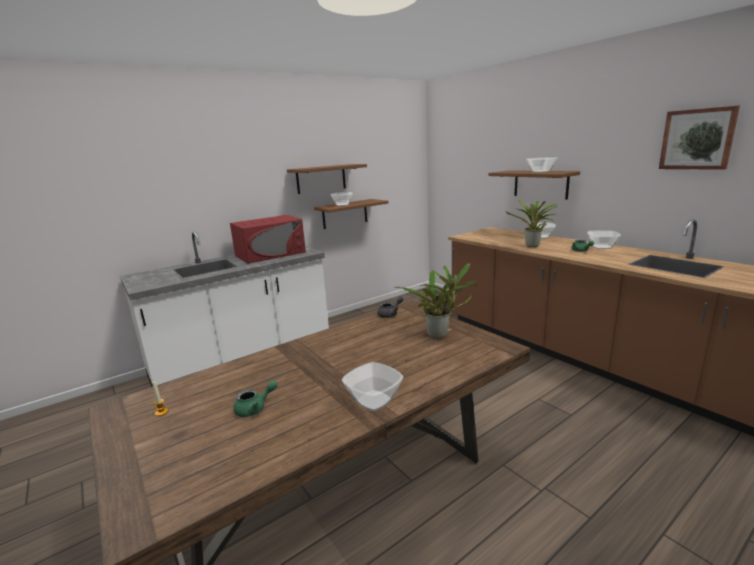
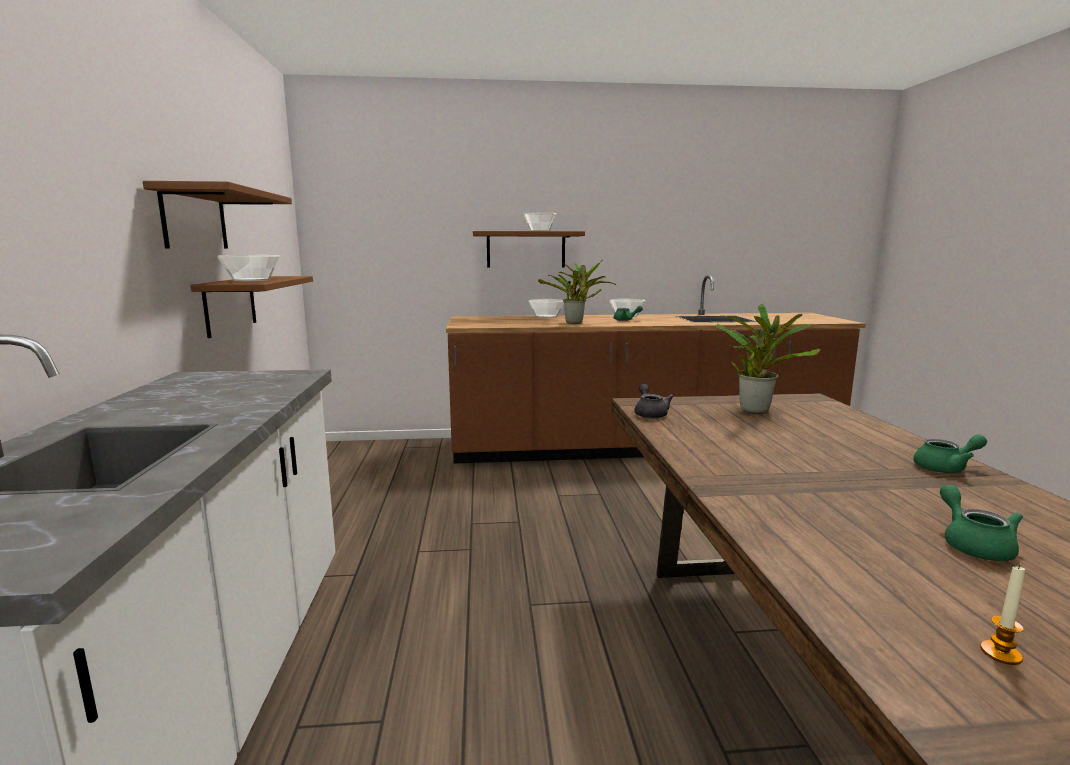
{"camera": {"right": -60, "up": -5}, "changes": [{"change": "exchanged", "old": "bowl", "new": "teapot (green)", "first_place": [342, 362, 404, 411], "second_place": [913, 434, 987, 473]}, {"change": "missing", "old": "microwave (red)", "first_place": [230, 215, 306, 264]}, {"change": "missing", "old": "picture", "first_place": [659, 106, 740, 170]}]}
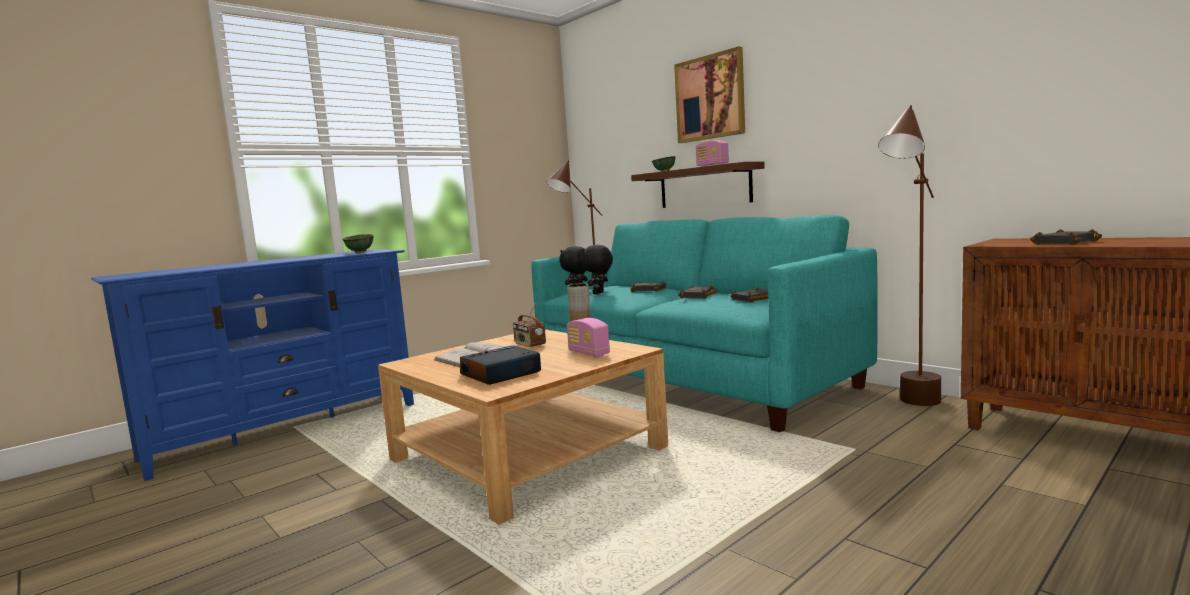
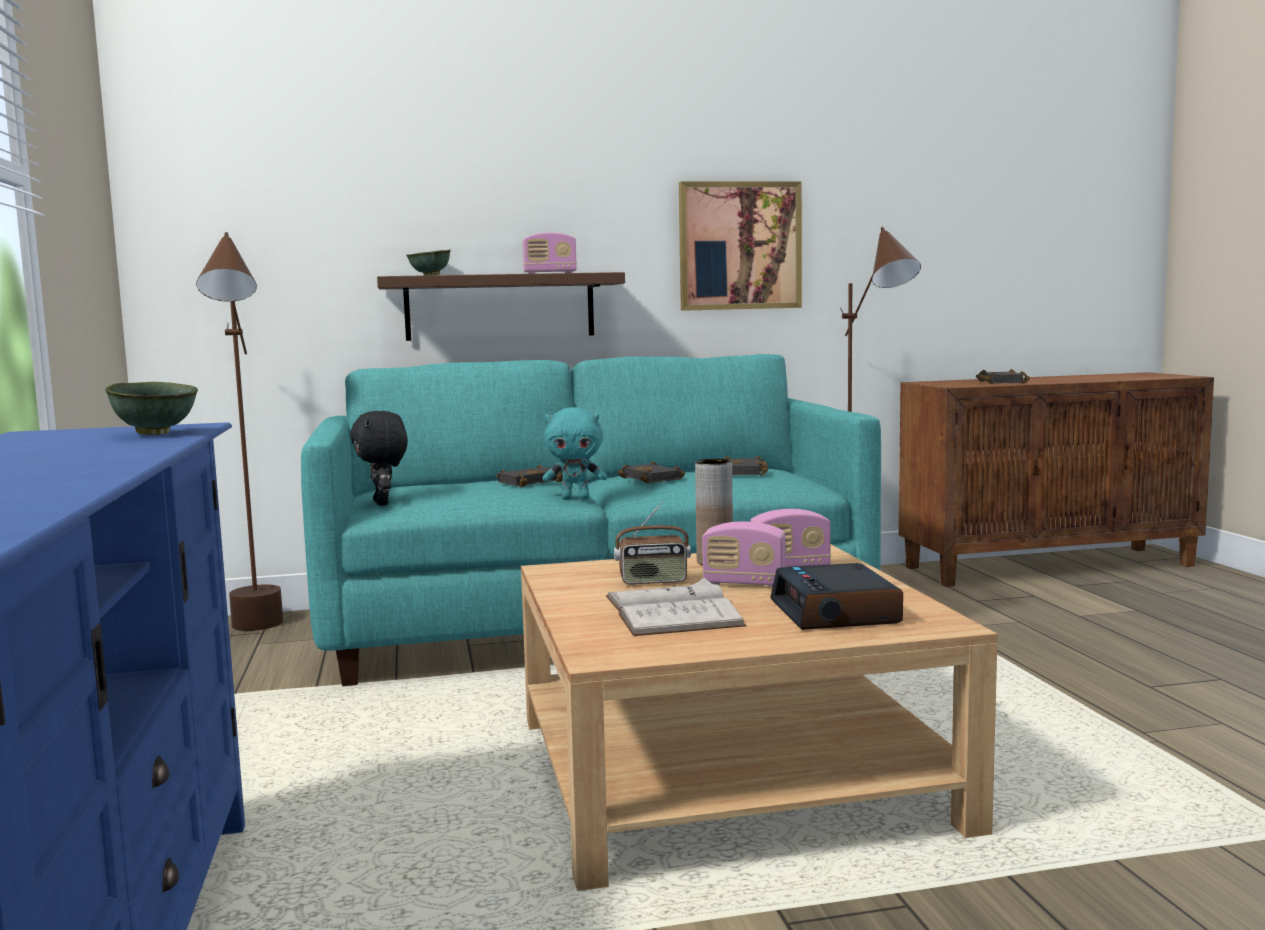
{"camera": {"right": -60, "up": 0}, "changes": [{"change": "appeared", "new": "plush toy (turquoise)", "second_place": [543, 407, 607, 500]}, {"change": "relocated", "old": "picture", "first_place": [674, 46, 745, 143], "second_place": [679, 181, 802, 311]}, {"change": "appeared", "new": "radio", "second_place": [702, 521, 786, 587]}, {"change": "missing", "old": "plush toy (black)", "first_place": [581, 245, 613, 294]}]}
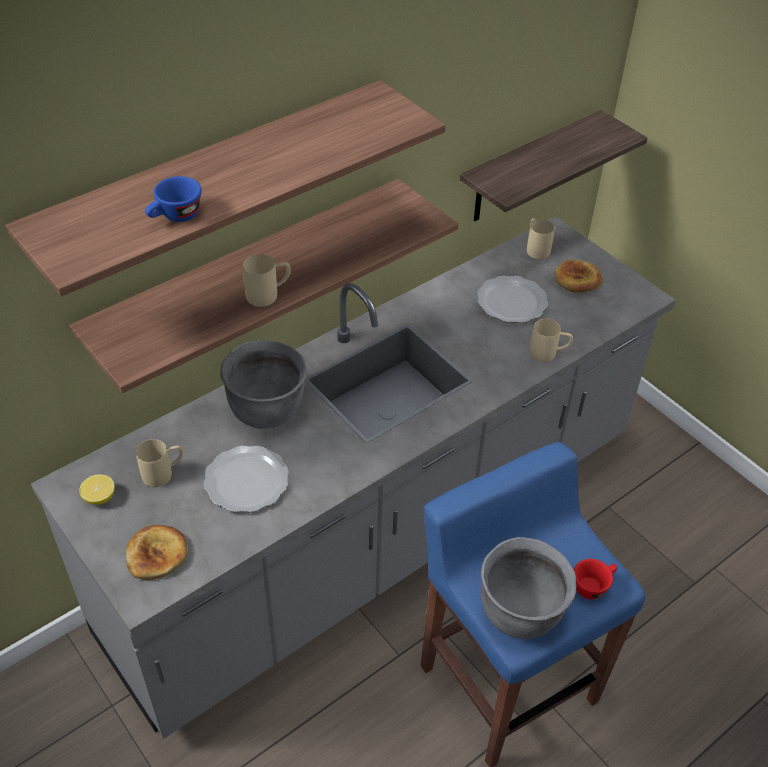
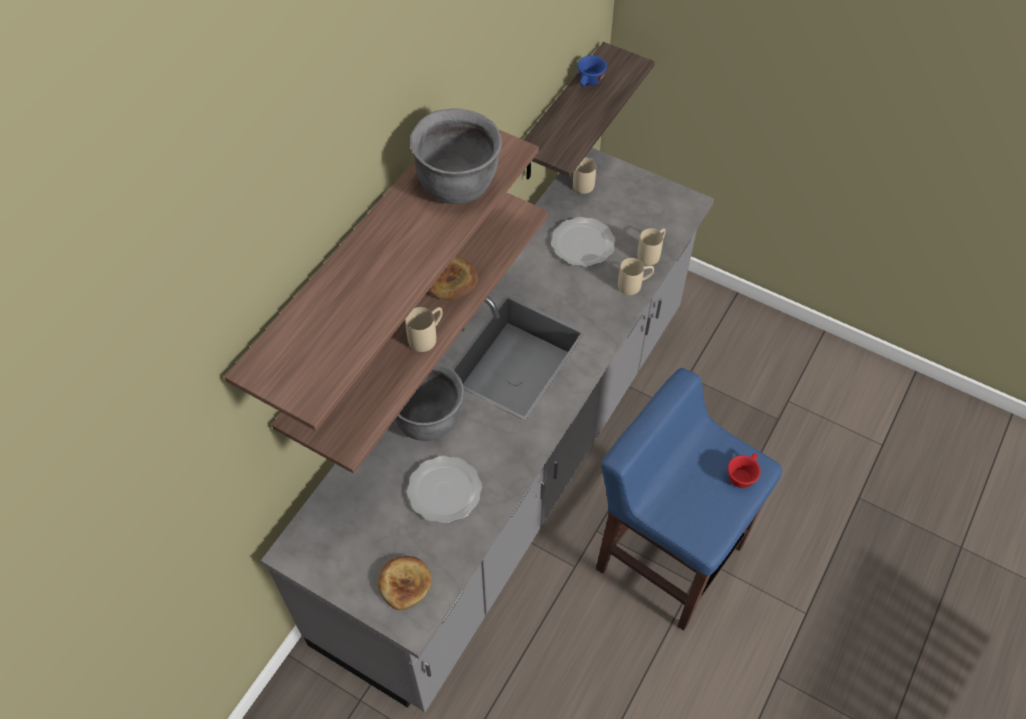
{"camera": {"right": -20, "up": 10}, "changes": [{"change": "relocated", "old": "cooking pot (grey)", "first_place": [481, 537, 576, 639], "second_place": [410, 108, 502, 204]}, {"change": "relocated", "old": "bread", "first_place": [555, 260, 603, 292], "second_place": [428, 257, 478, 300]}, {"change": "relocated", "old": "cup (blue)", "first_place": [145, 176, 201, 222], "second_place": [577, 55, 607, 87]}, {"change": "relocated", "old": "mug (beige)", "first_place": [136, 439, 183, 487], "second_place": [637, 228, 666, 265]}, {"change": "missing", "old": "lemon", "first_place": [79, 474, 115, 505]}]}
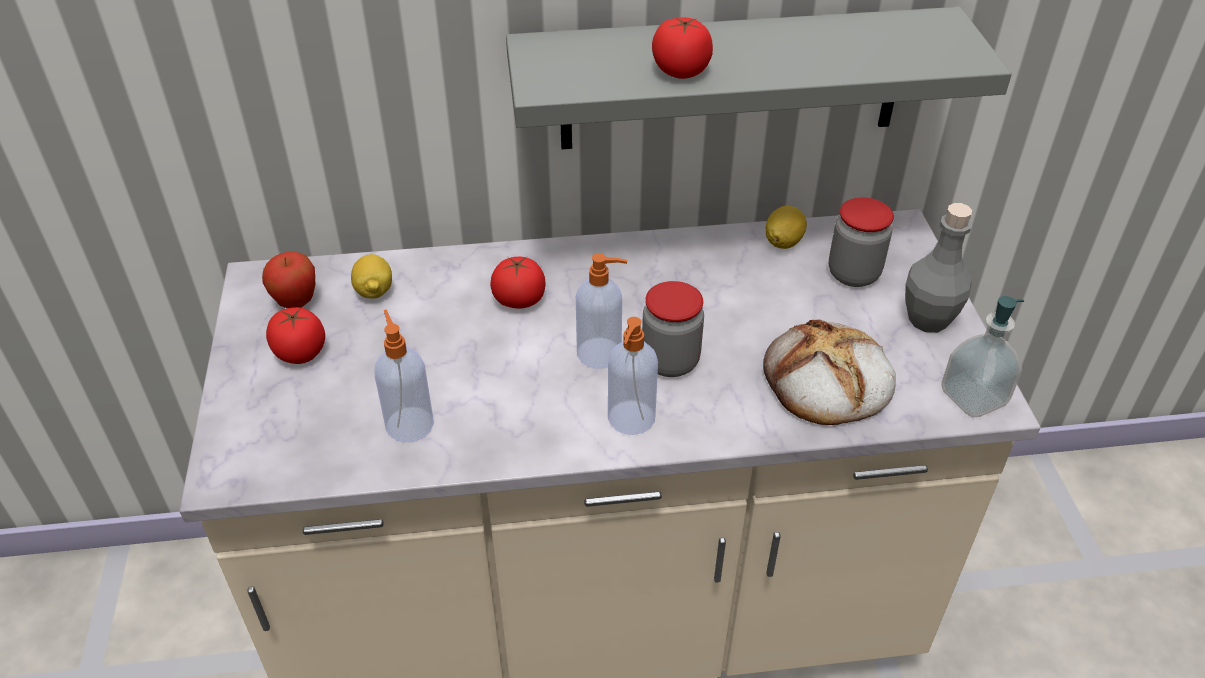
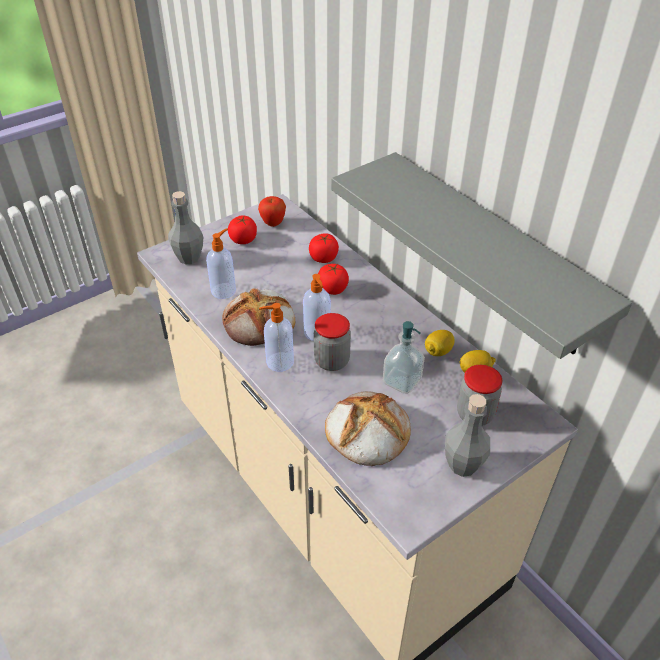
{"camera": {"right": 60, "up": 0}, "changes": [{"change": "appeared", "new": "bottle (grey)", "second_place": [168, 191, 203, 264]}, {"change": "appeared", "new": "bread", "second_place": [223, 288, 295, 346]}, {"change": "relocated", "old": "tomato", "first_place": [652, 17, 713, 79], "second_place": [309, 233, 339, 263]}, {"change": "relocated", "old": "soap dispenser", "first_place": [941, 296, 1024, 417], "second_place": [383, 321, 425, 394]}, {"change": "relocated", "old": "lemon", "first_place": [351, 254, 392, 299], "second_place": [425, 330, 455, 356]}]}
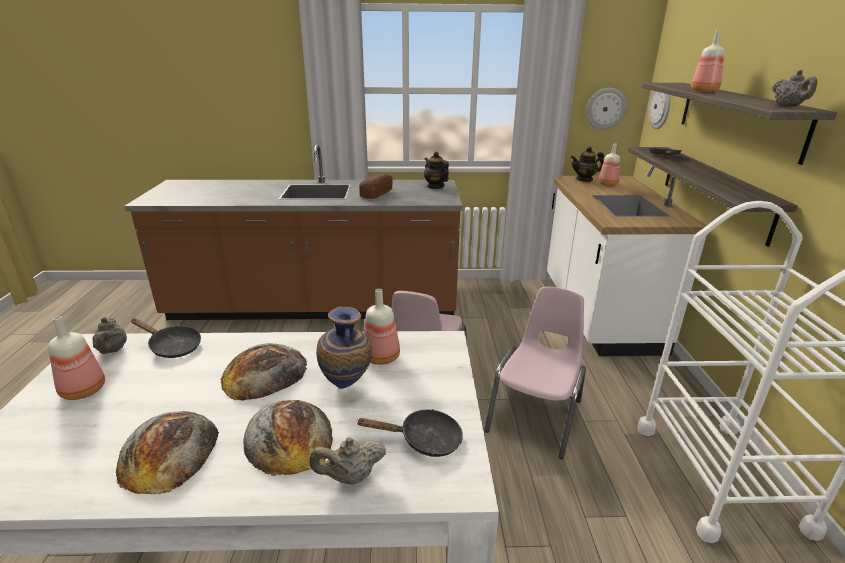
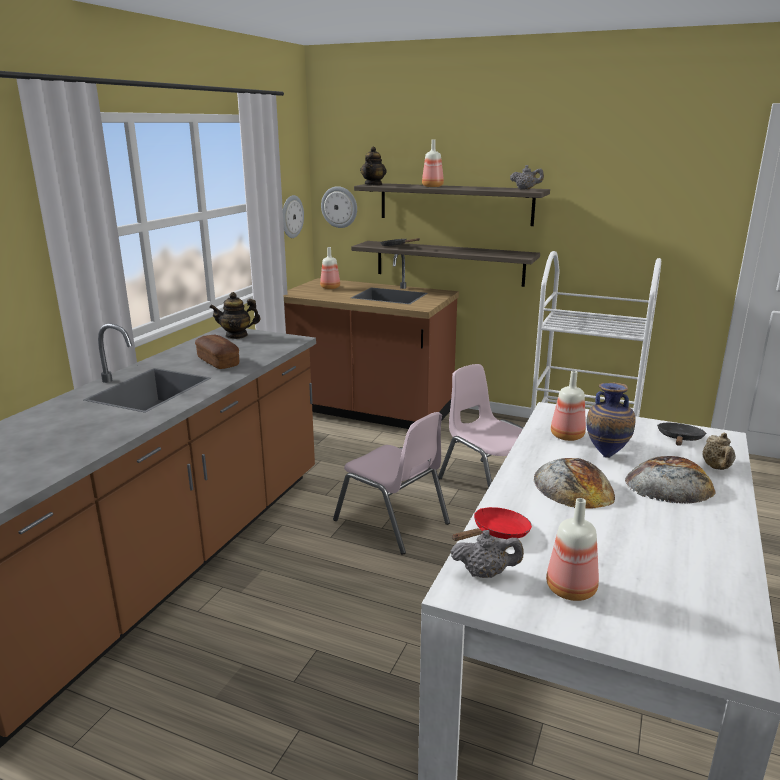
{"camera": {"right": -65, "up": -5}, "changes": [{"change": "colour", "old": "counter (white)", "new": "counter (brown)", "first_place": [547, 165, 707, 356], "second_place": [284, 254, 459, 429]}, {"change": "relocated", "old": "teapot", "first_place": [571, 146, 604, 182], "second_place": [360, 147, 387, 185]}, {"change": "colour", "old": "frying pan (black)", "new": "frying pan (red)", "first_place": [131, 318, 201, 358], "second_place": [452, 507, 532, 541]}, {"change": "missing", "old": "bread", "first_place": [116, 411, 219, 494]}]}
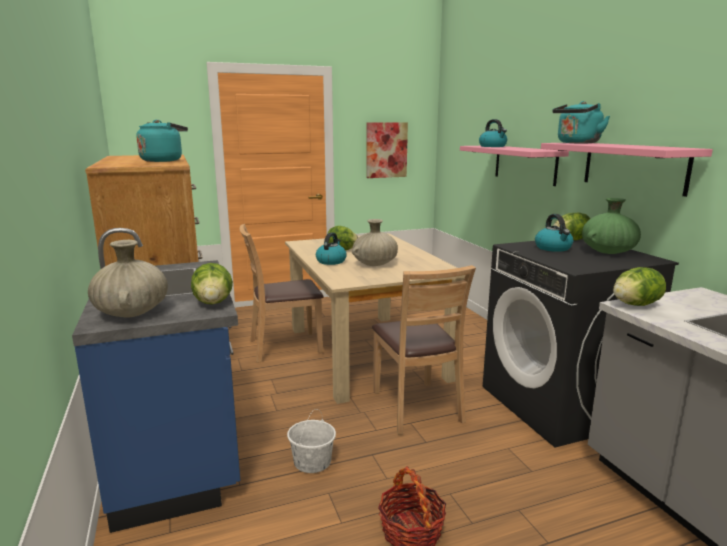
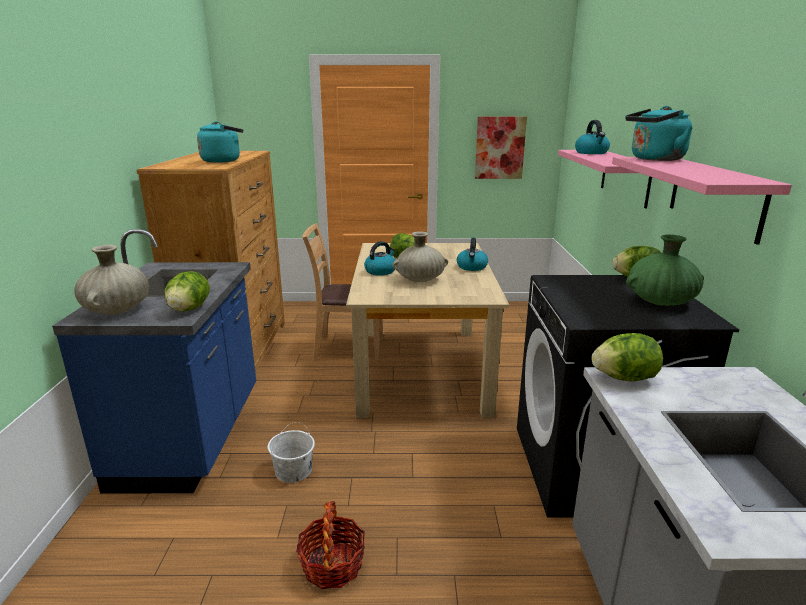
{"camera": {"right": 20, "up": 5}, "changes": [{"change": "relocated", "old": "kettle", "first_place": [535, 214, 573, 252], "second_place": [457, 238, 488, 271]}, {"change": "missing", "old": "chair (brown)", "first_place": [372, 265, 476, 435]}]}
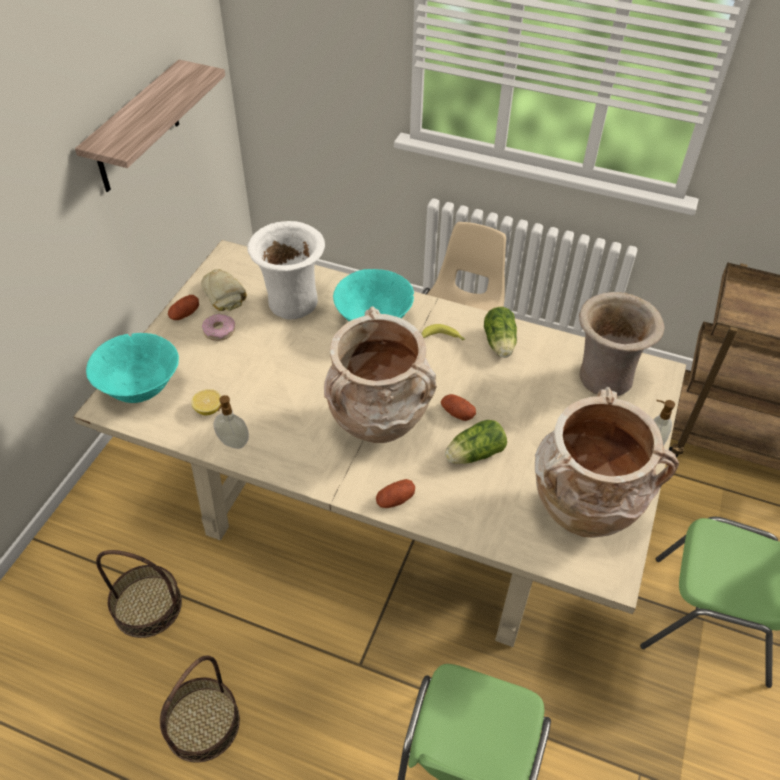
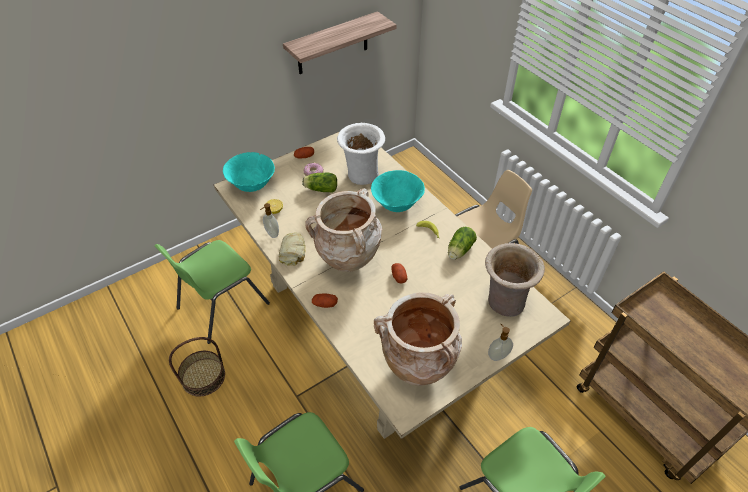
{"camera": {"right": 35, "up": 0}, "changes": [{"change": "exchanged", "old": "basket", "new": "chair (green)", "first_place": [96, 550, 182, 638], "second_place": [154, 240, 270, 344]}, {"change": "relocated", "old": "bread", "first_place": [201, 269, 247, 311], "second_place": [279, 232, 306, 265]}, {"change": "relocated", "old": "lettuce", "first_place": [445, 420, 507, 464], "second_place": [302, 173, 337, 193]}]}
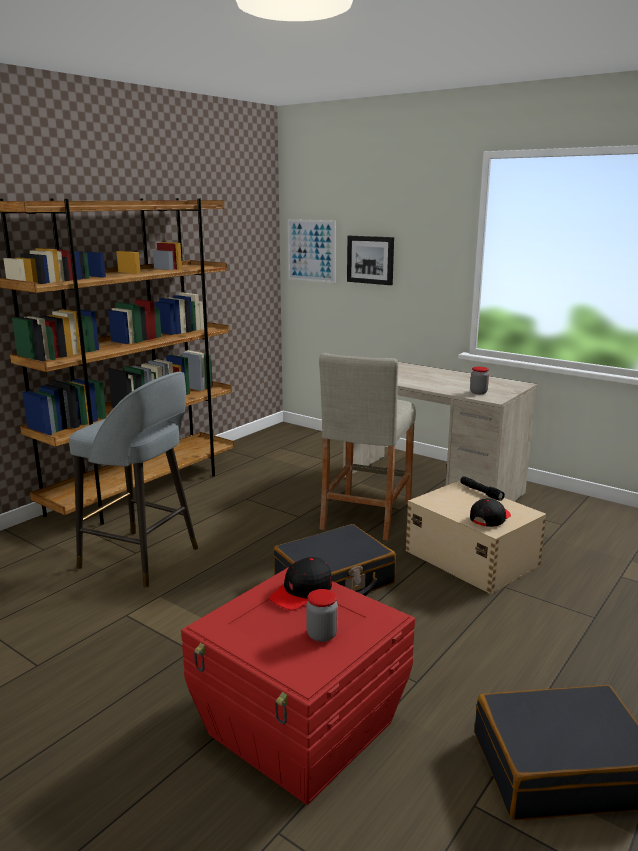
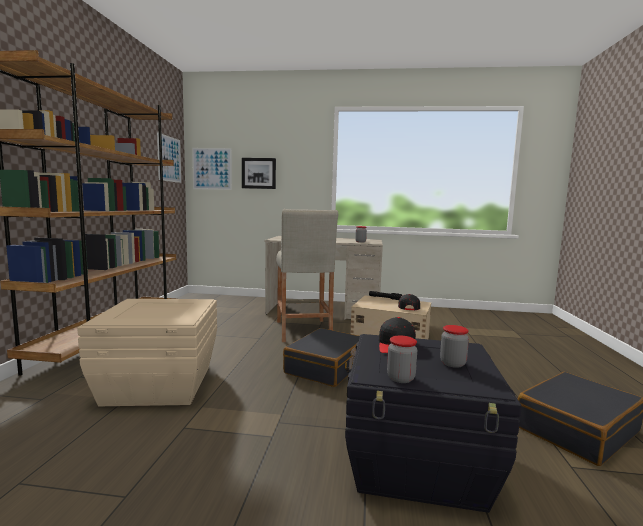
{"camera": {"right": -30, "up": -10}, "changes": [{"change": "exchanged", "old": "stool (grey)", "new": "storage box (beige)", "first_place": [69, 372, 198, 588], "second_place": [77, 299, 217, 406]}, {"change": "appeared", "new": "picture", "second_place": [157, 132, 181, 183]}, {"change": "colour", "old": "storage box (red)", "new": "storage box (black)", "first_place": [181, 567, 415, 805], "second_place": [345, 334, 521, 513]}, {"change": "appeared", "new": "jar", "second_place": [387, 335, 417, 383]}]}
